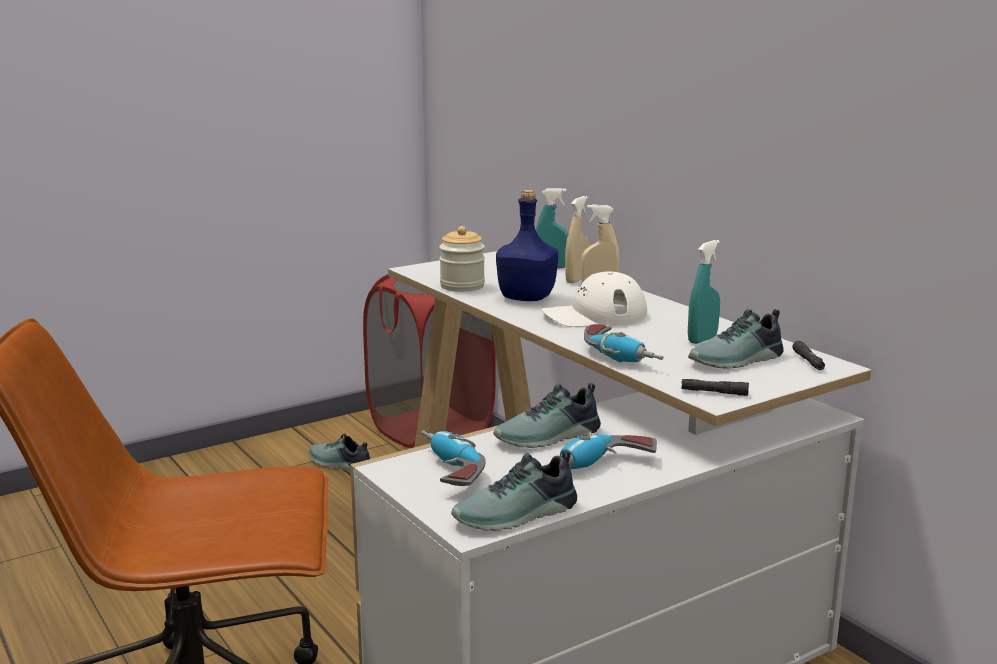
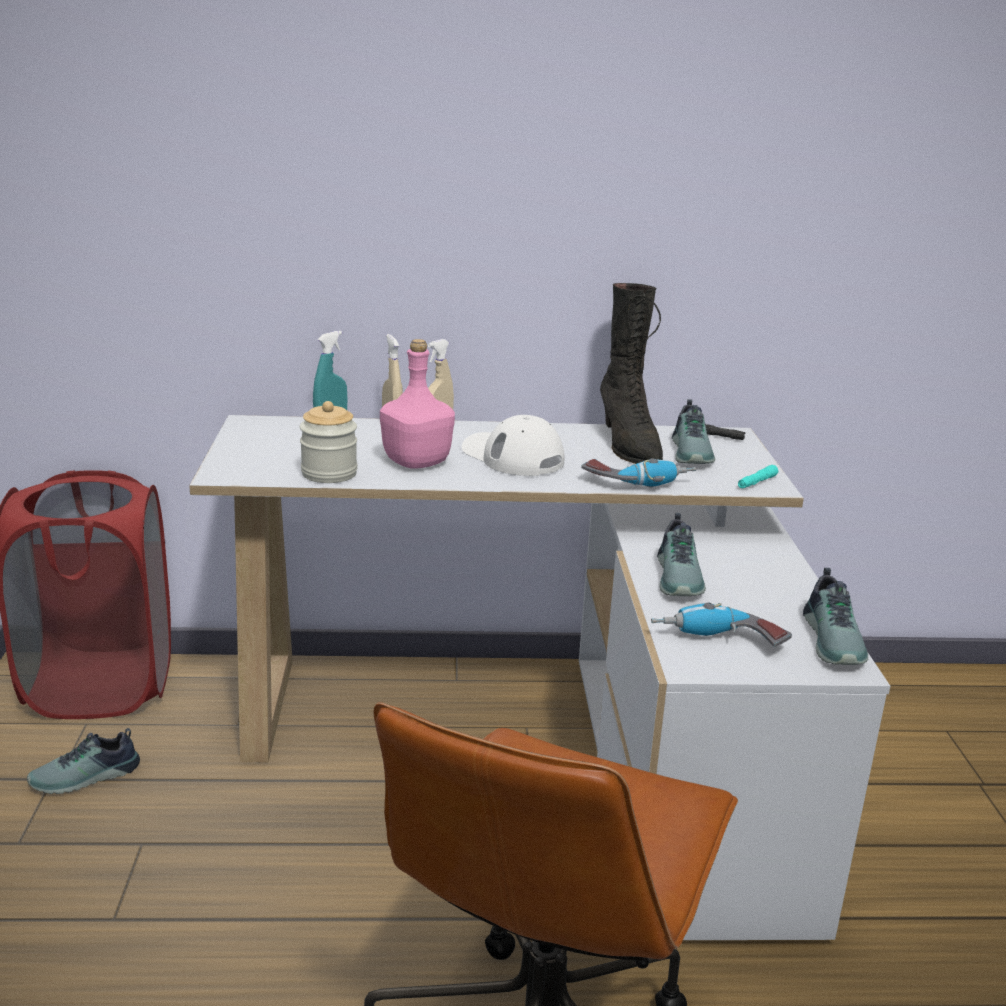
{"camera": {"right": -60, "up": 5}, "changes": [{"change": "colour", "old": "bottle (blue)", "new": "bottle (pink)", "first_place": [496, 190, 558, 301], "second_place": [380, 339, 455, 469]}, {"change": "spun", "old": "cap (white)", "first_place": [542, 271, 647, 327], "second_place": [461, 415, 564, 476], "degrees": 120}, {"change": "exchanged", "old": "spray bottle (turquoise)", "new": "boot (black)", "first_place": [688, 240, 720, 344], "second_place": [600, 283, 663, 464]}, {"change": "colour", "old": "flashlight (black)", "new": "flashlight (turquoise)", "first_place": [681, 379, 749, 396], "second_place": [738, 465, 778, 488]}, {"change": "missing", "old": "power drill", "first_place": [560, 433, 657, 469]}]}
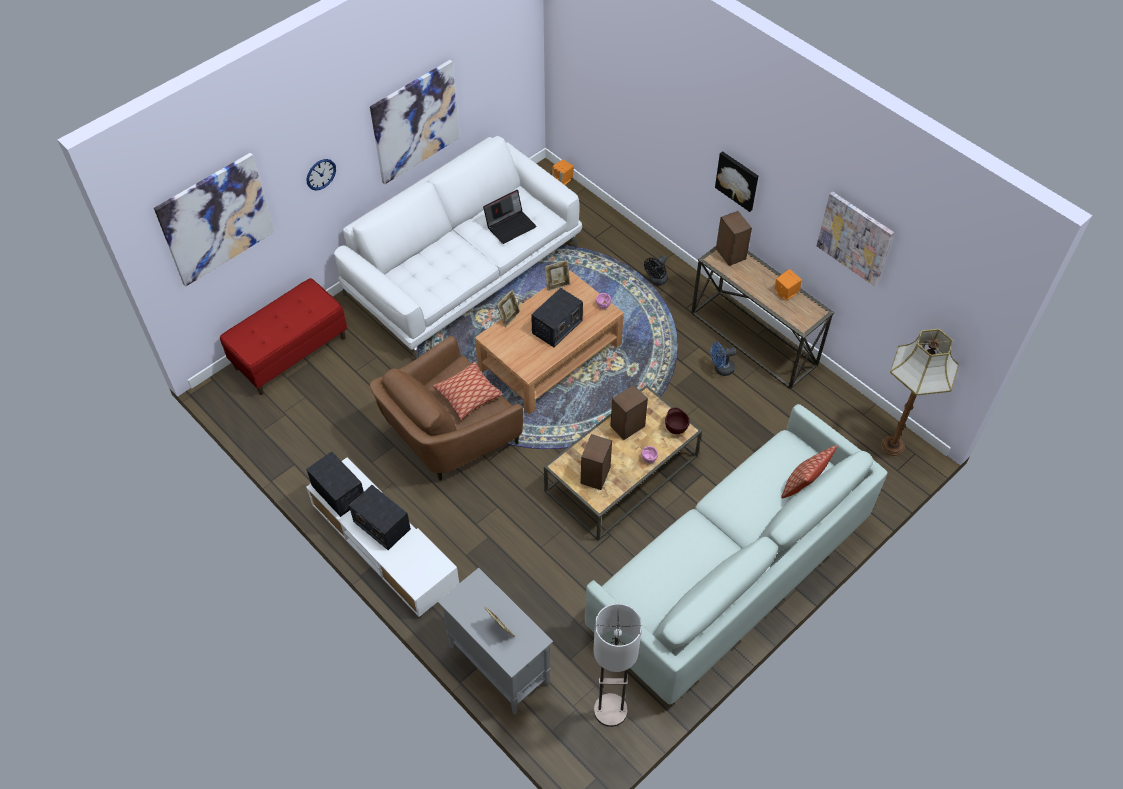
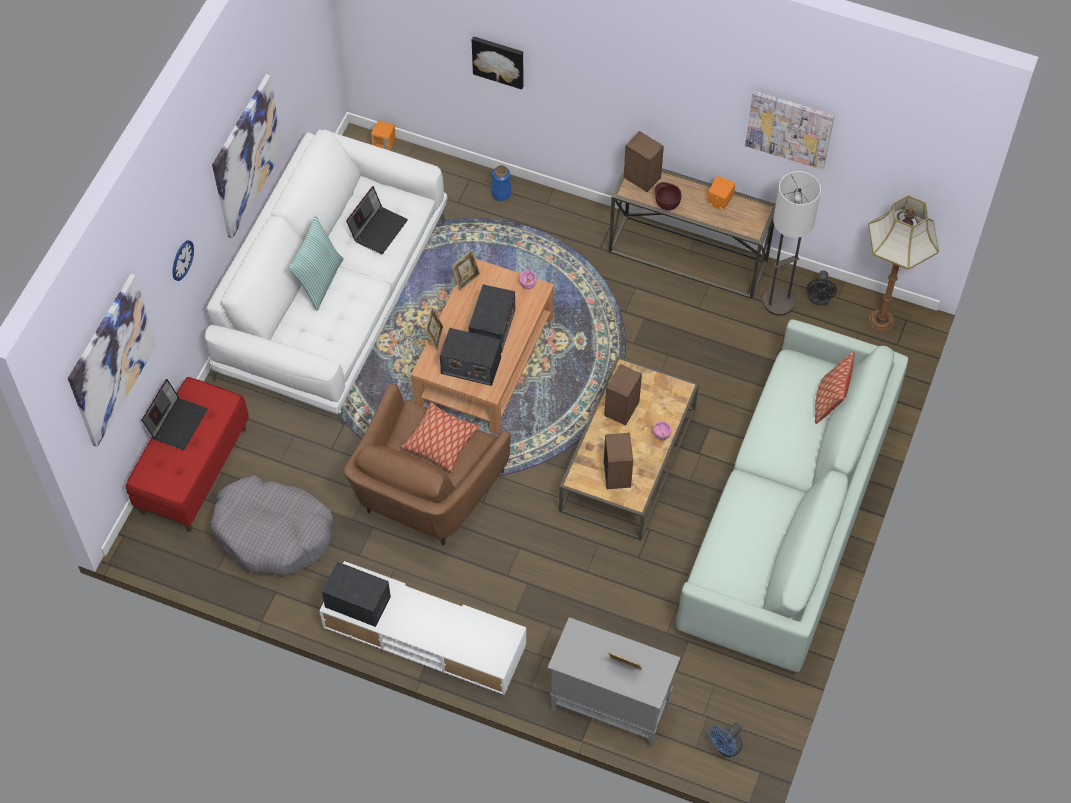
{"camera": {"right": -25, "up": 5}, "changes": [{"change": "appeared", "new": "laptop", "second_place": [142, 379, 208, 450]}, {"change": "appeared", "new": "dog bed (grey)", "second_place": [210, 476, 334, 576]}, {"change": "appeared", "new": "pillow", "second_place": [289, 215, 344, 311]}, {"change": "relocated", "old": "radio", "first_place": [349, 485, 411, 550], "second_place": [440, 328, 501, 386]}, {"change": "relocated", "old": "picture", "first_place": [715, 151, 758, 212], "second_place": [472, 36, 524, 89]}, {"change": "appeared", "new": "vase (blue)", "second_place": [491, 165, 512, 201]}, {"change": "relocated", "old": "bowl (brown)", "first_place": [665, 407, 689, 434], "second_place": [655, 182, 682, 210]}, {"change": "relocated", "old": "fan (blue)", "first_place": [710, 342, 736, 376], "second_place": [709, 723, 743, 757]}, {"change": "relocated", "old": "floor lamp", "first_place": [593, 603, 642, 727], "second_place": [763, 171, 821, 316]}, {"change": "relocated", "old": "fan (black)", "first_place": [644, 255, 668, 286], "second_place": [807, 270, 837, 306]}]}
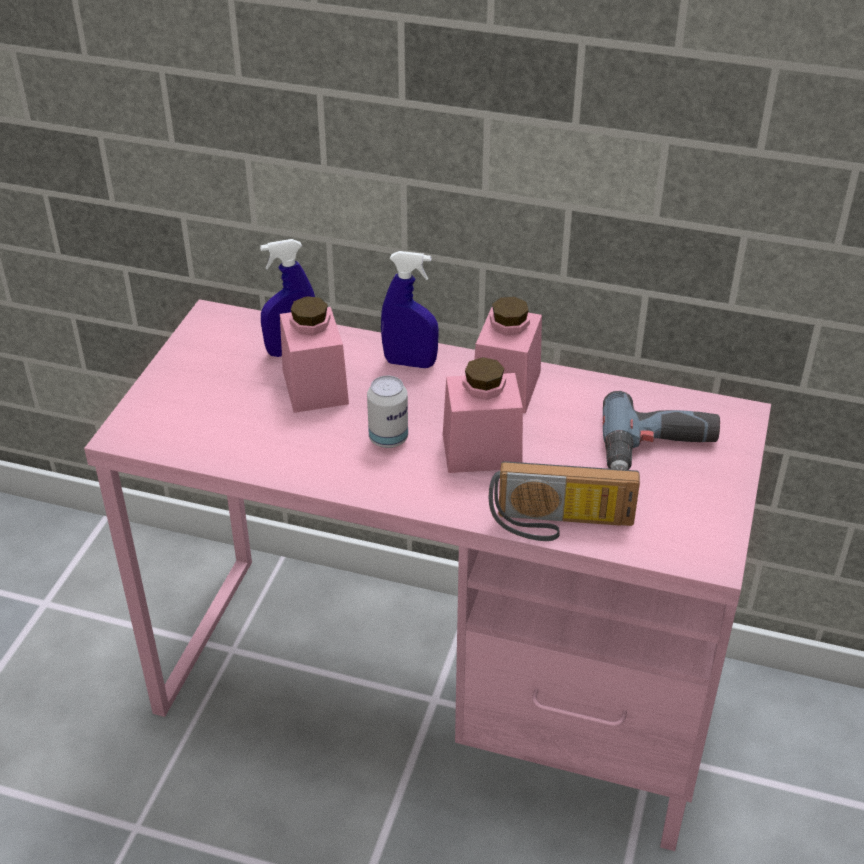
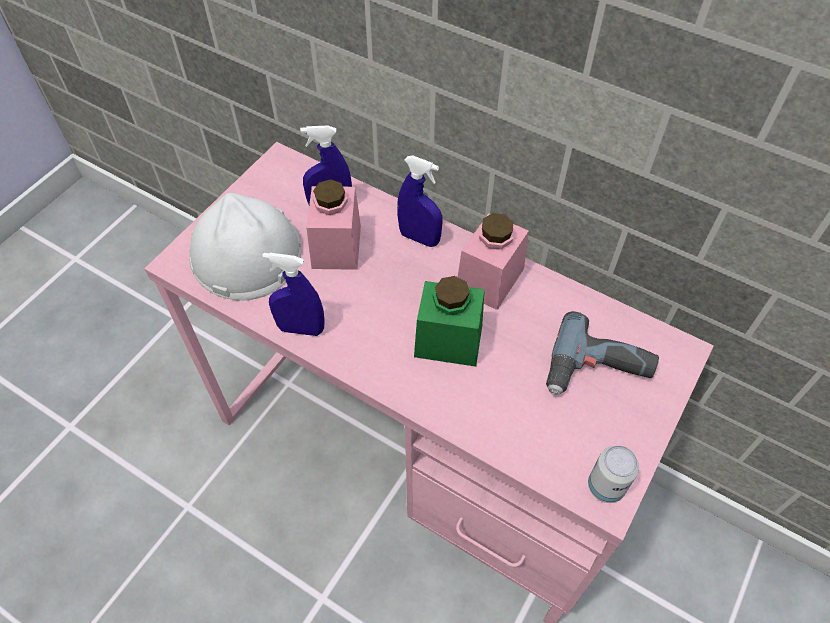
{"camera": {"right": 15, "up": 15}, "changes": [{"change": "appeared", "new": "hard hat (white)", "second_place": [189, 193, 301, 301]}, {"change": "appeared", "new": "spray bottle (blue)", "second_place": [262, 253, 325, 336]}, {"change": "colour", "old": "jar (pink)", "new": "jar (green)", "first_place": [443, 357, 523, 473], "second_place": [414, 276, 485, 367]}, {"change": "relocated", "old": "can", "first_place": [367, 376, 408, 448], "second_place": [588, 445, 639, 503]}, {"change": "missing", "old": "radio", "first_place": [488, 461, 640, 541]}]}
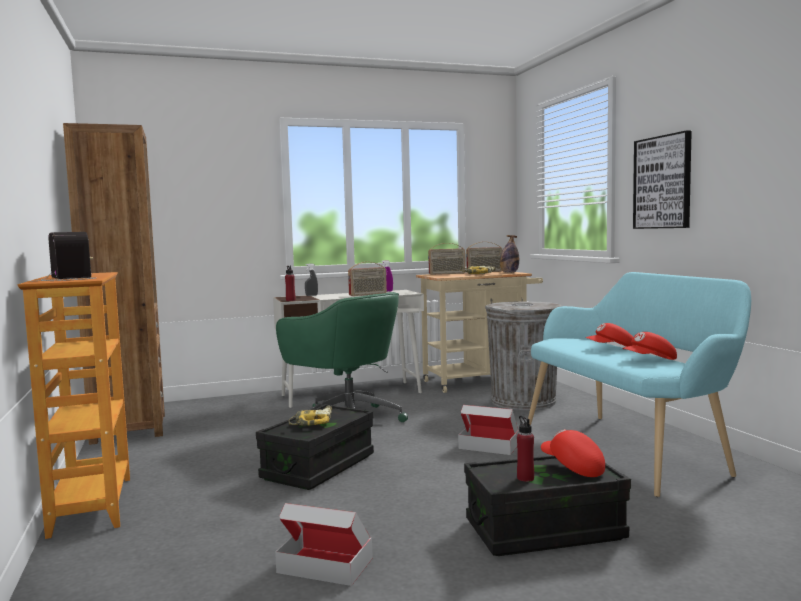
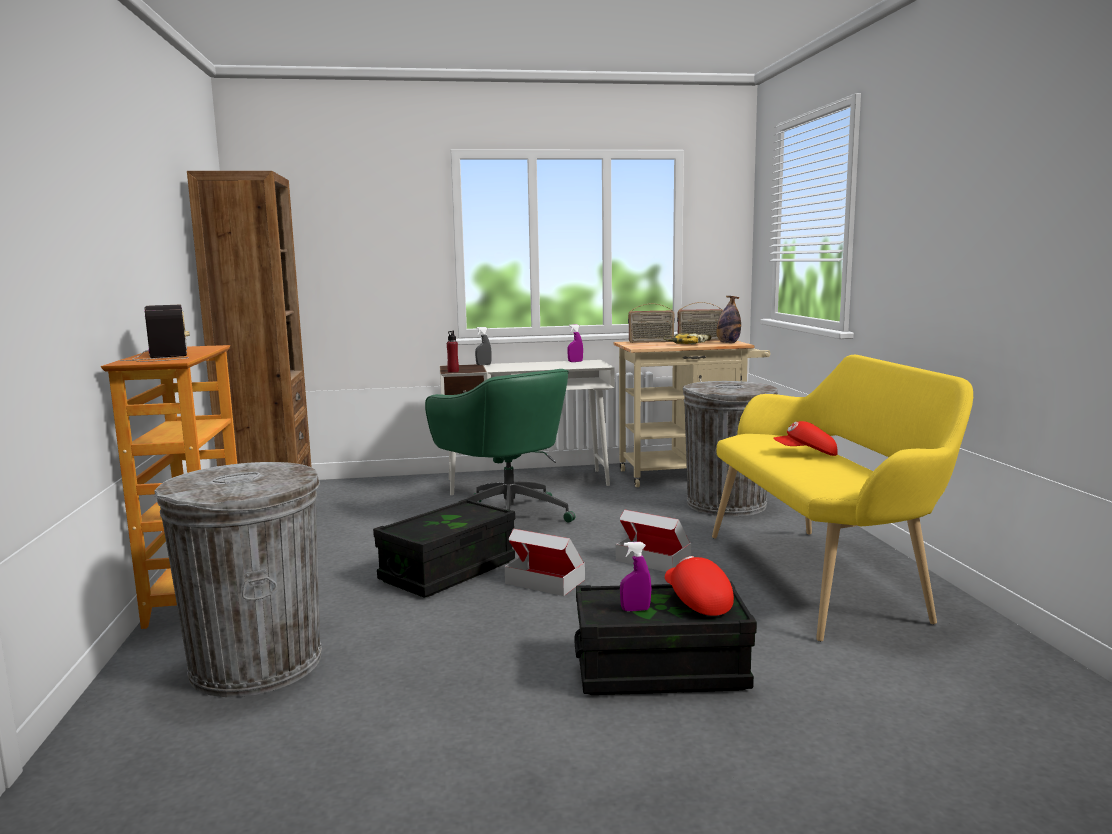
{"camera": {"right": 10, "up": 5}, "changes": [{"change": "appeared", "new": "trash can (grey)", "second_place": [154, 462, 322, 697]}, {"change": "relocated", "old": "cardboard box", "first_place": [275, 503, 373, 586], "second_place": [505, 529, 585, 596]}, {"change": "exchanged", "old": "bottle (red)", "new": "spray bottle (purple)", "first_place": [517, 416, 534, 482], "second_place": [620, 542, 652, 611]}, {"change": "colour", "old": "bench (turquoise)", "new": "bench (yellow)", "first_place": [528, 272, 751, 497], "second_place": [712, 355, 973, 642]}, {"change": "missing", "old": "power drill", "first_place": [289, 405, 332, 426]}, {"change": "missing", "old": "radio", "first_place": [348, 262, 387, 296]}, {"change": "missing", "old": "cap (red)", "first_place": [622, 332, 677, 360]}, {"change": "missing", "old": "picture", "first_place": [633, 130, 692, 229]}]}
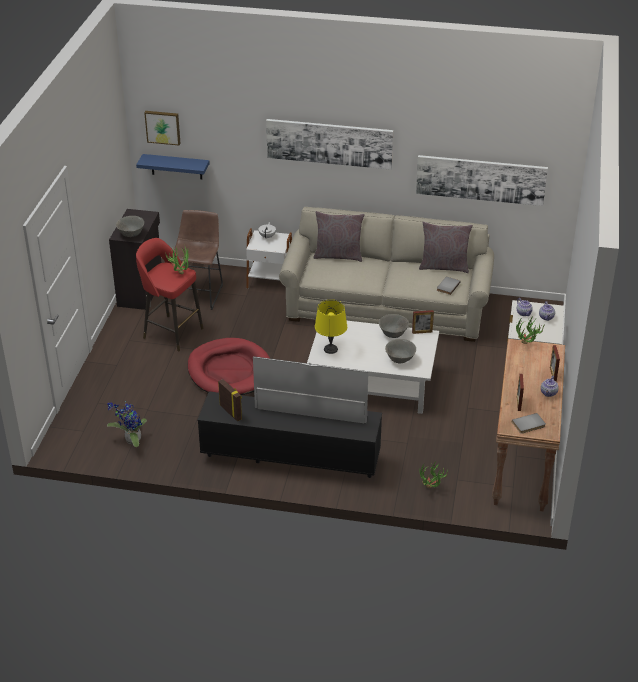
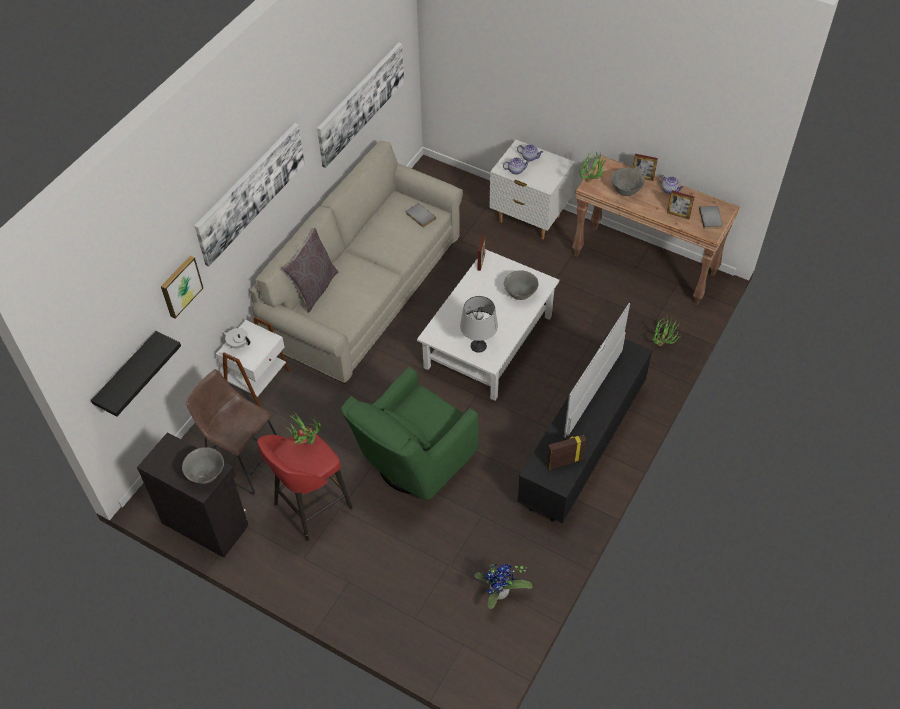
{"camera": {"right": -70, "up": 15}, "changes": [{"change": "colour", "old": "shelf (blue)", "new": "shelf (black)", "first_place": [136, 154, 210, 179], "second_place": [91, 331, 181, 417]}, {"change": "relocated", "old": "picture", "first_place": [144, 111, 181, 145], "second_place": [161, 256, 203, 318]}, {"change": "exchanged", "old": "dog bed (red)", "new": "armchair (green)", "first_place": [188, 338, 270, 395], "second_place": [341, 367, 479, 500]}, {"change": "colour", "old": "table lamp (yellow)", "new": "table lamp (grey)", "first_place": [315, 300, 347, 354], "second_place": [460, 296, 498, 353]}, {"change": "relocated", "old": "bowl (grey)", "first_place": [379, 314, 409, 338], "second_place": [611, 168, 645, 196]}, {"change": "missing", "old": "pillow (grey)", "first_place": [419, 221, 473, 273]}]}
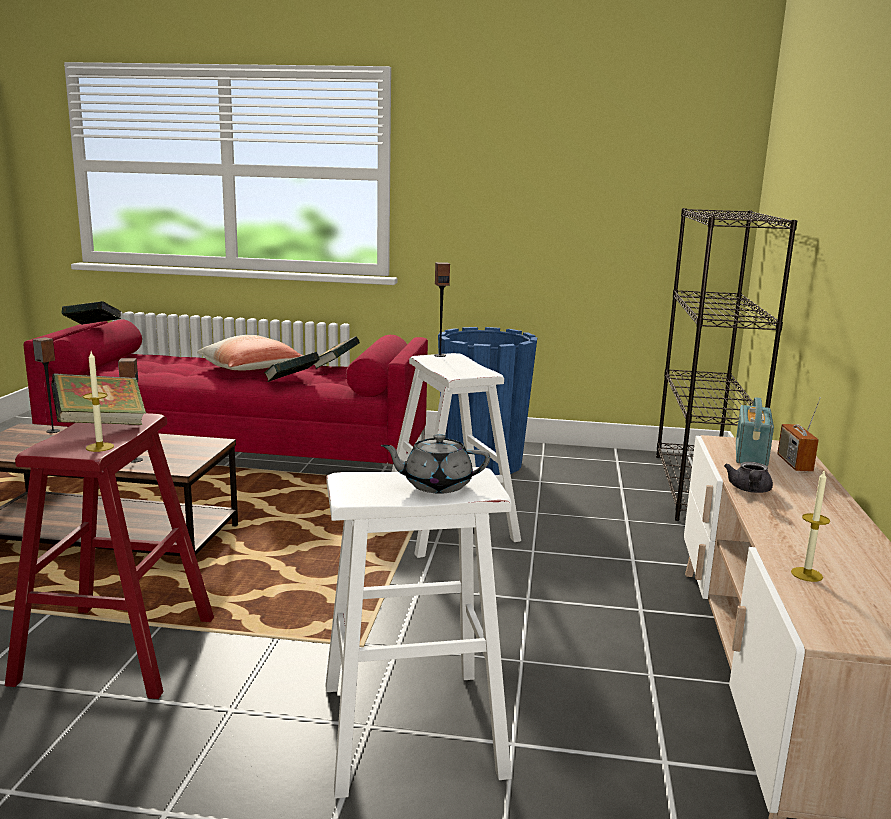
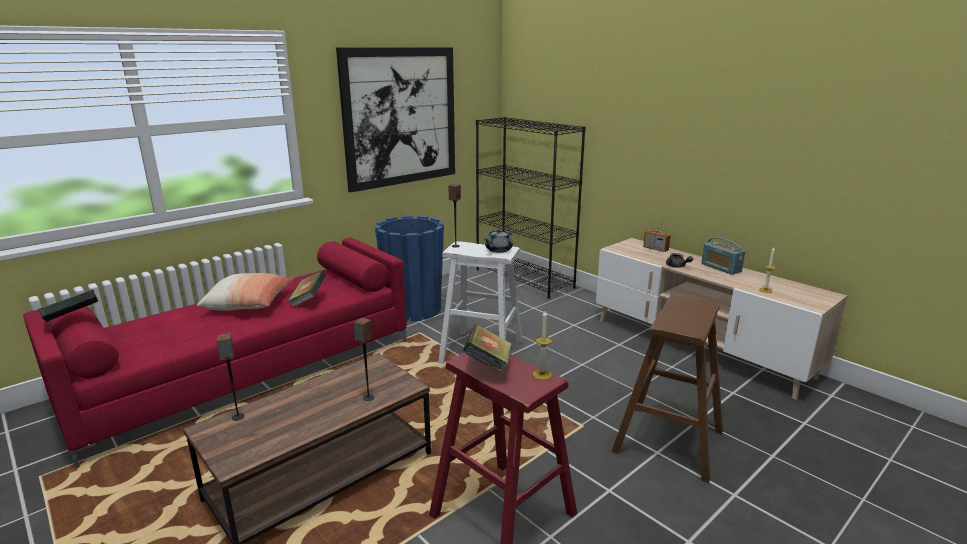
{"camera": {"right": -50, "up": 5}, "changes": [{"change": "appeared", "new": "picture", "second_place": [336, 47, 455, 192]}, {"change": "relocated", "old": "teapot (grey)", "first_place": [381, 434, 490, 494], "second_place": [485, 229, 513, 253]}, {"change": "colour", "old": "stool (white)", "new": "stool (brown)", "first_place": [325, 467, 512, 799], "second_place": [612, 295, 723, 483]}, {"change": "relocated", "old": "radio", "first_place": [736, 397, 774, 466], "second_place": [701, 237, 745, 275]}, {"change": "missing", "old": "book", "first_place": [314, 336, 360, 369]}]}
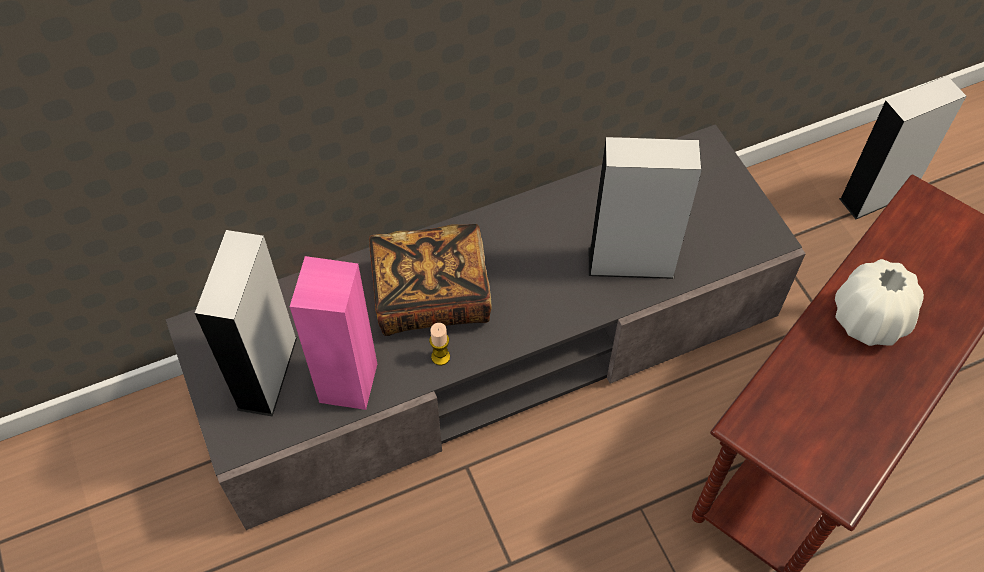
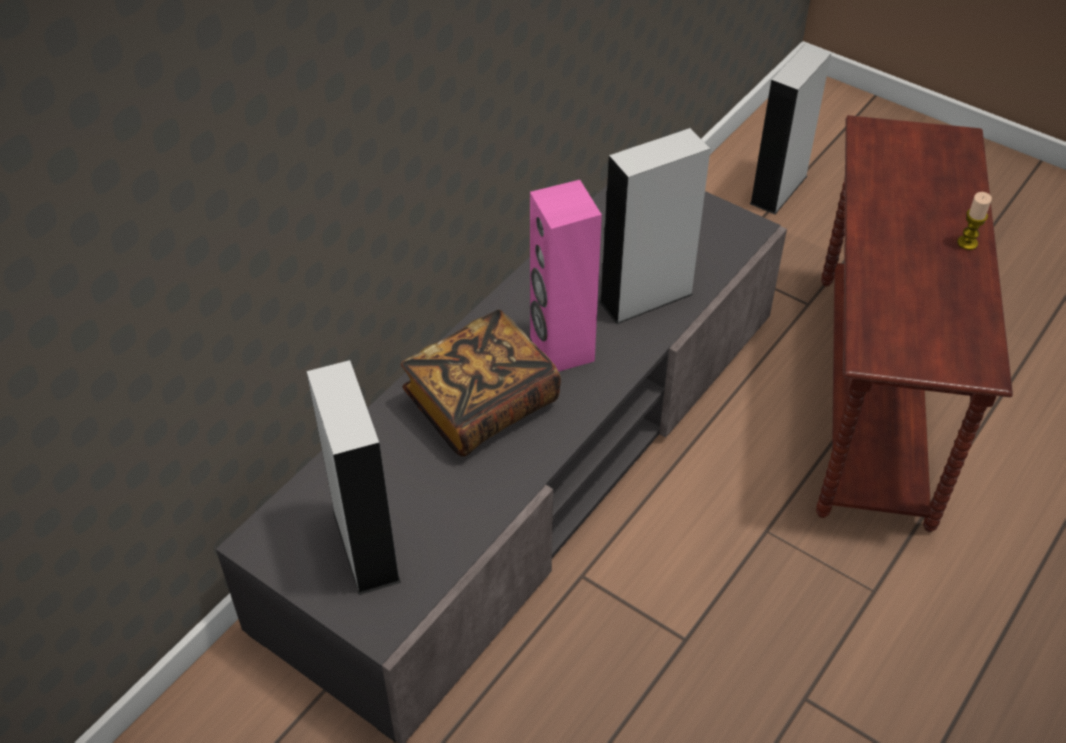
{"camera": {"right": -30, "up": -10}, "changes": [{"change": "relocated", "old": "speaker (pink)", "first_place": [290, 256, 377, 410], "second_place": [530, 180, 602, 372]}, {"change": "relocated", "old": "candle", "first_place": [429, 323, 450, 366], "second_place": [957, 192, 992, 250]}, {"change": "missing", "old": "vase (white)", "first_place": [835, 259, 924, 346]}]}
